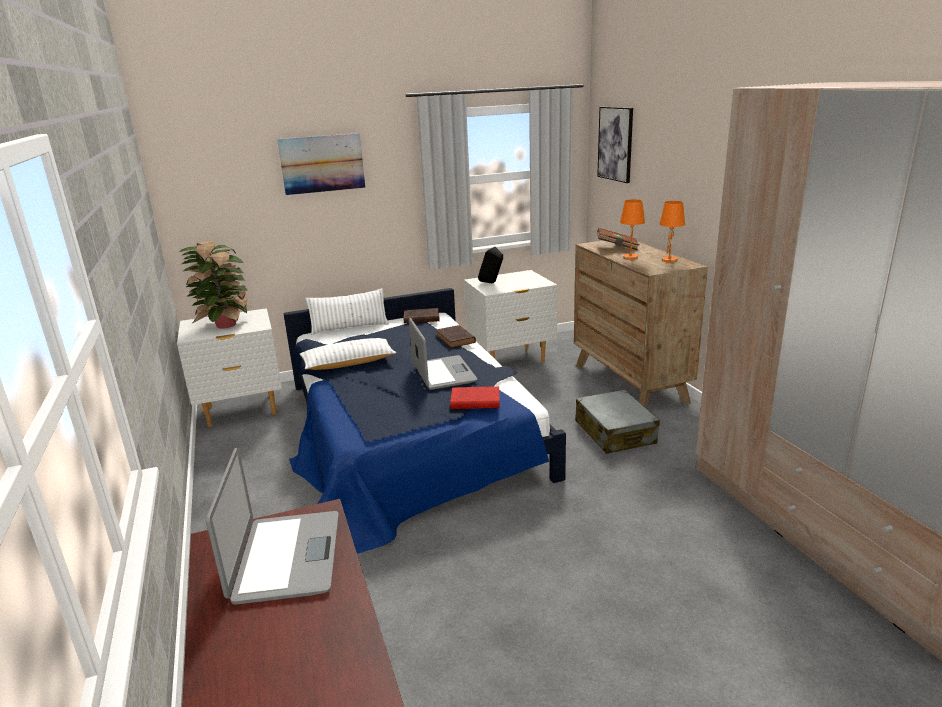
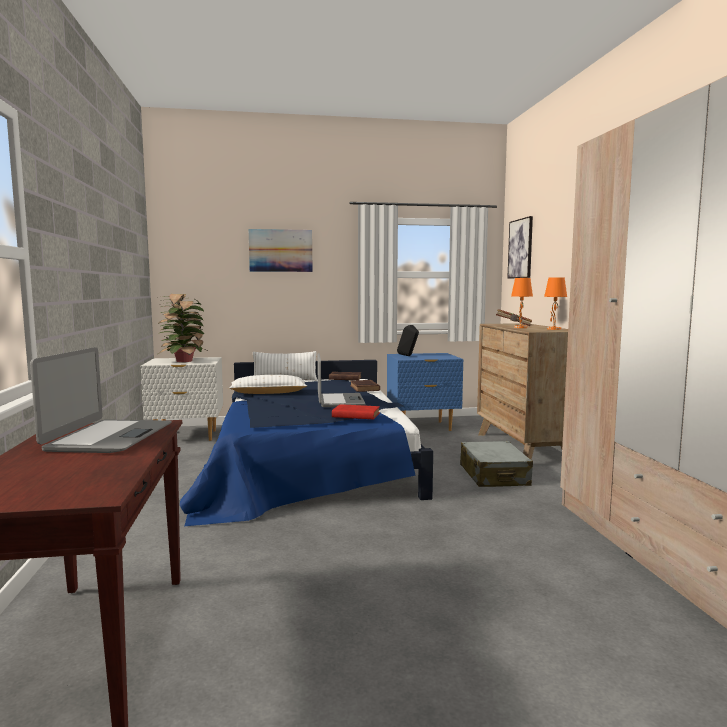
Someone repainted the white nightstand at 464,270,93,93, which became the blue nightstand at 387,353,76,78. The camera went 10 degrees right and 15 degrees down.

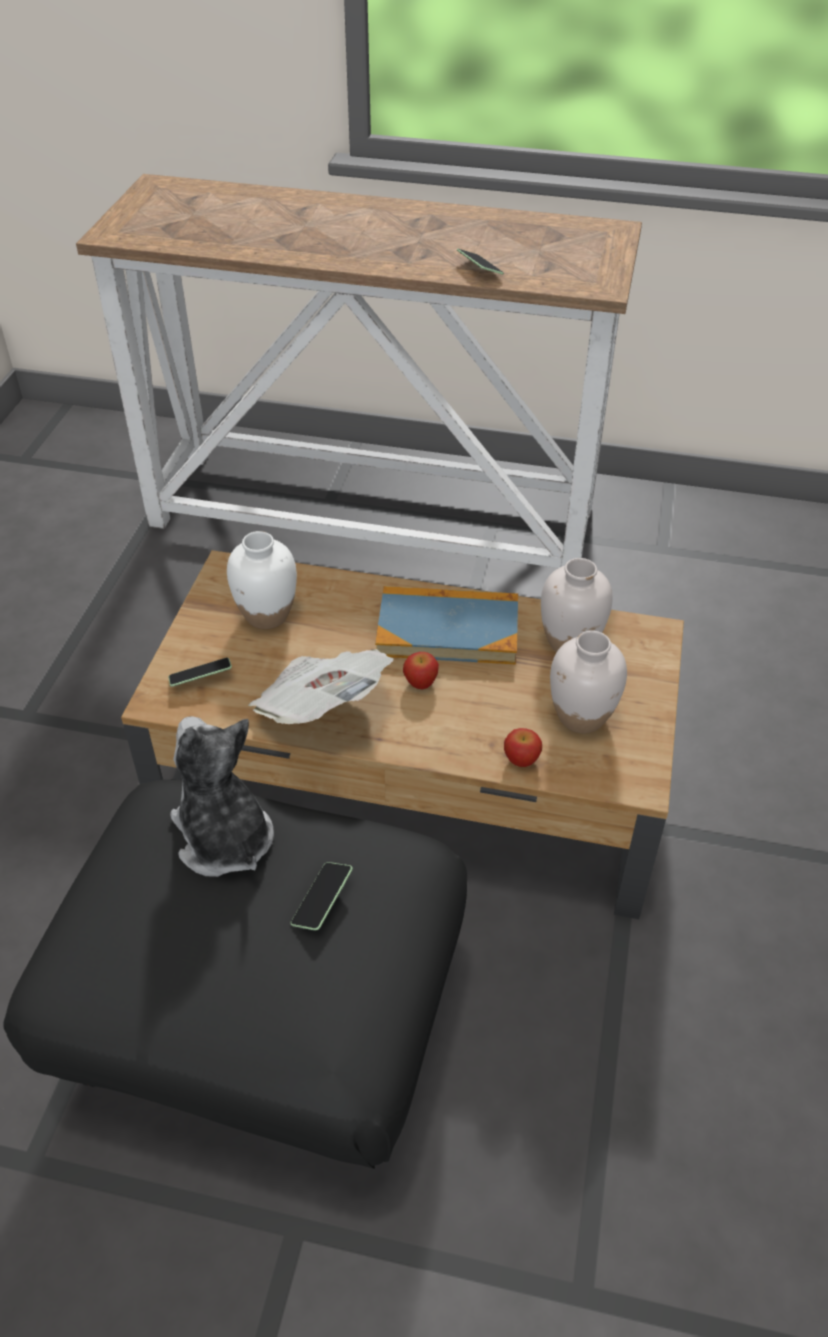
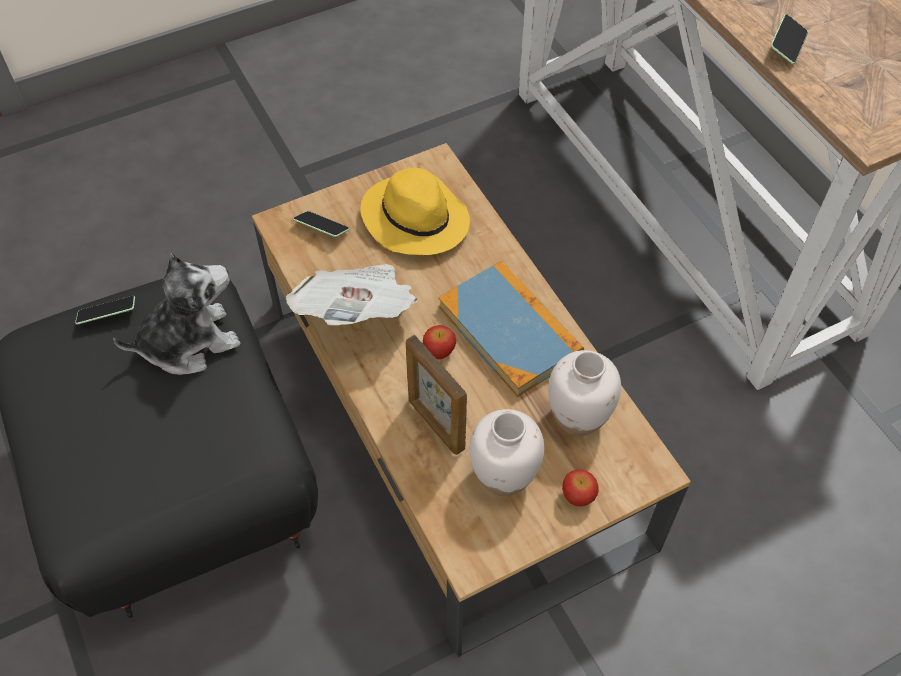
Someone carried the phone from 291,862,62,69 to 75,296,60,29. Someone rotated the plush toy at 170,716,104,161 by 45 degrees clockwise. Someone swapped the white vase at 227,531,70,98 for the yellow hat at 360,168,110,87. Someone put down the picture frame at 406,335,61,120. Someone carried the apple from 504,728,38,39 to 562,469,37,37. The camera went 50 degrees right and 10 degrees up.

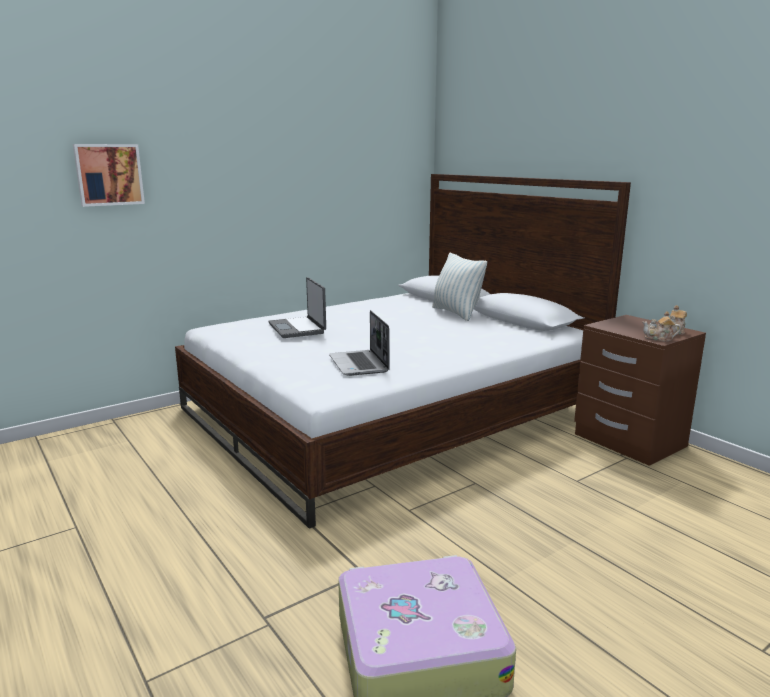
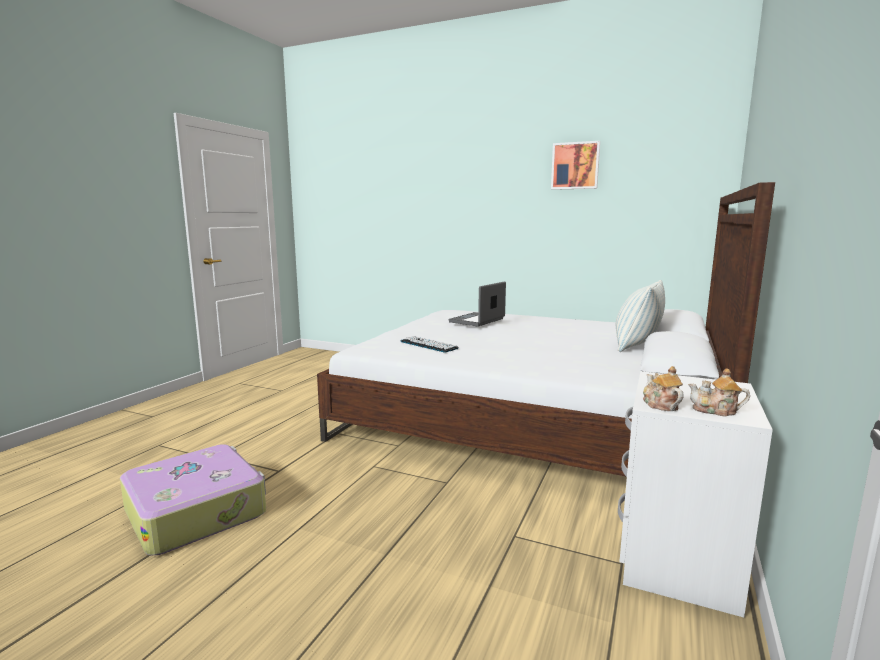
Someone swapped the laptop at 329,310,60,66 for the keyboard at 400,336,59,17. Someone carried the picture from 73,144,72,63 to 551,141,49,49. Someone repainted the brown nightstand at 574,315,132,151, which became the white nightstand at 618,371,155,246. The camera went 60 degrees right and 5 degrees down.

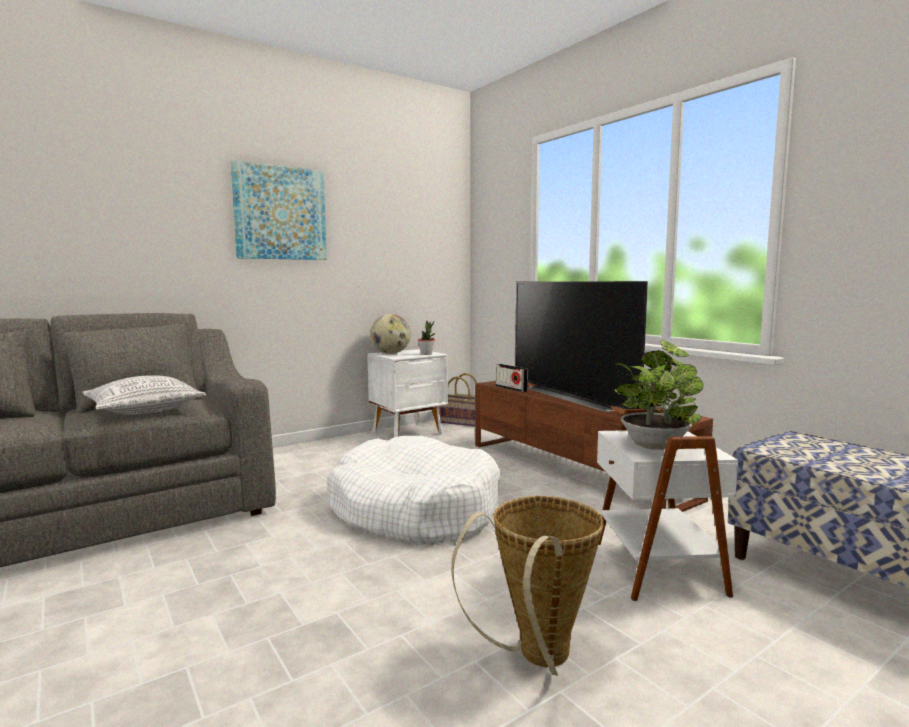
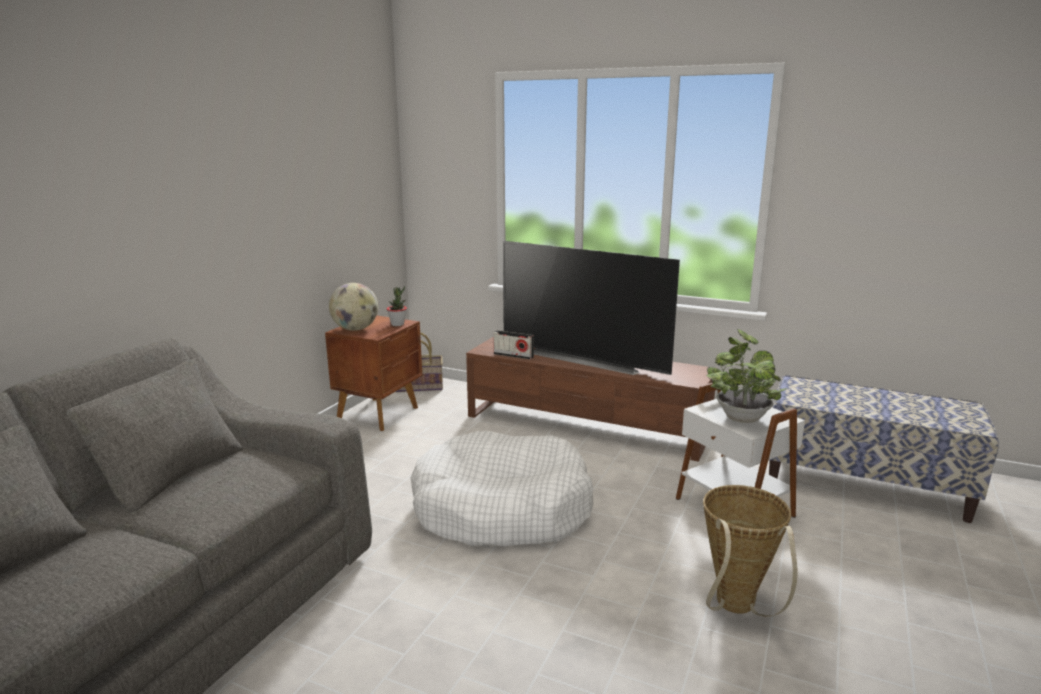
Someone repainted the white nightstand at 367,349,81,88, which became the brown nightstand at 325,316,97,115. Someone took away the pillow at 82,375,124,40. Someone took away the picture at 231,160,96,100. The camera went 30 degrees left and 10 degrees up.

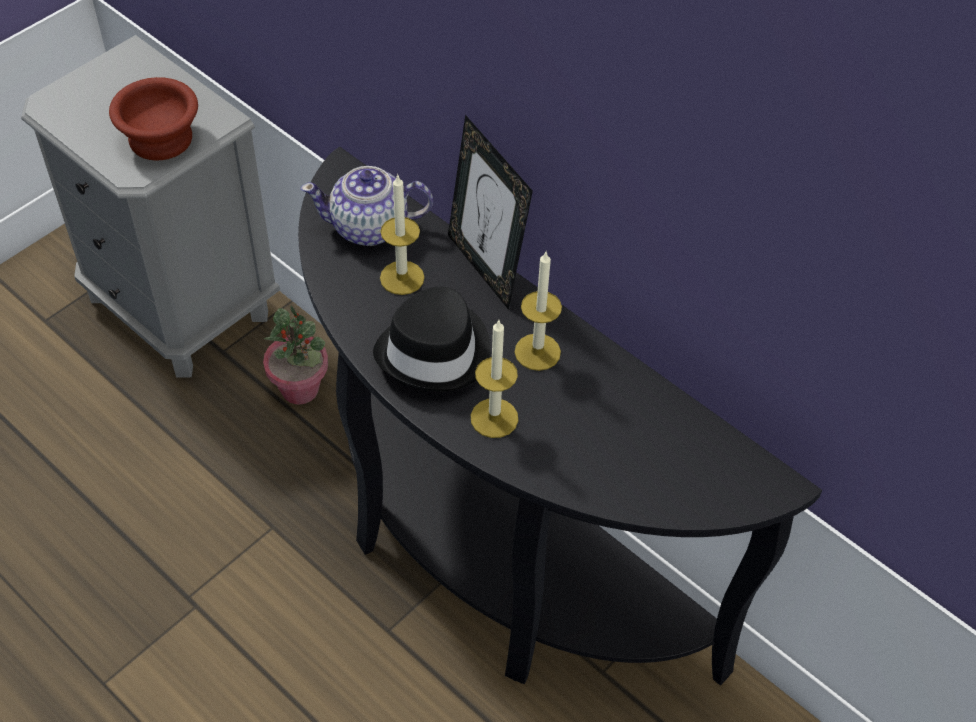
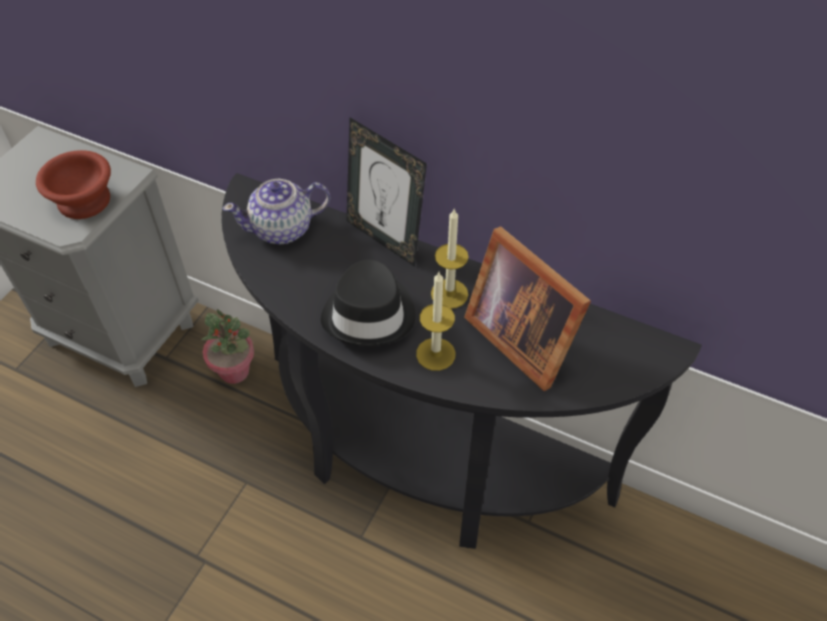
Someone put down the picture frame at 464,226,127,165. Someone took away the candle at 380,174,45,121. The camera went 15 degrees left and 0 degrees up.

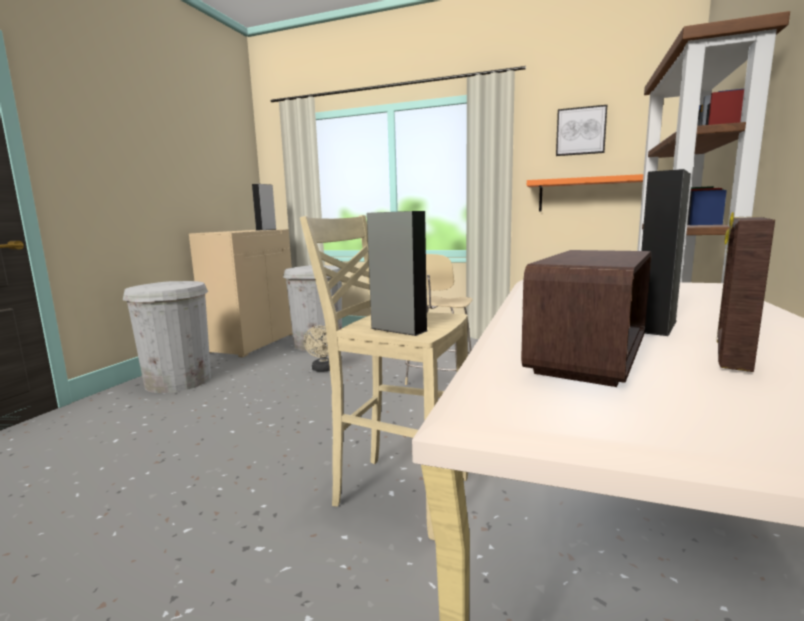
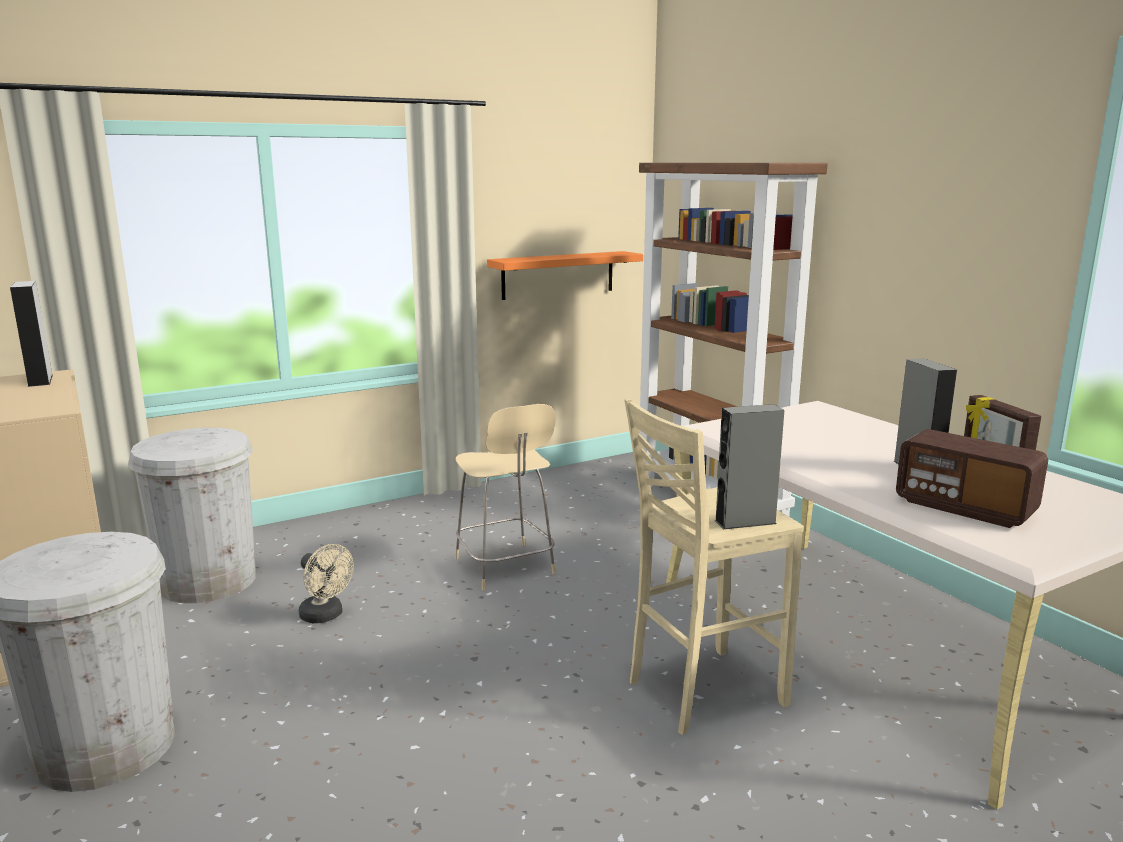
Someone rotated the radio at 521,250,130,137 by 150 degrees clockwise. Someone took away the picture at 556,105,51,51. The camera went 50 degrees left and 5 degrees up.

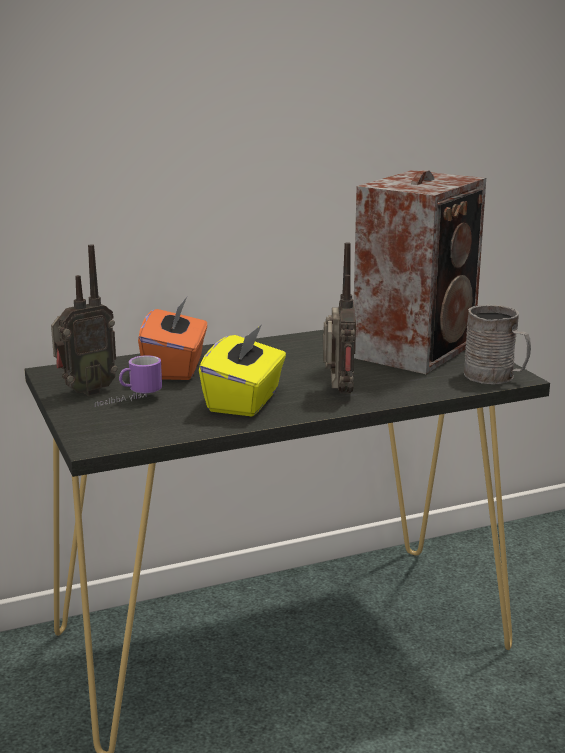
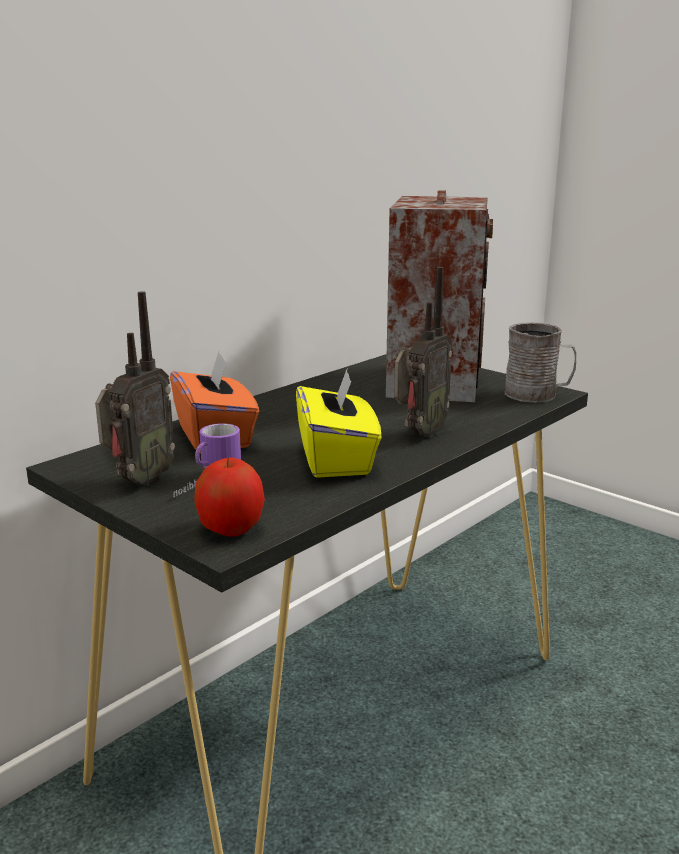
Someone put down the apple at 194,457,71,80. Someone rotated the radio at 323,242,33,151 by 60 degrees clockwise. The camera went 25 degrees left and 0 degrees up.

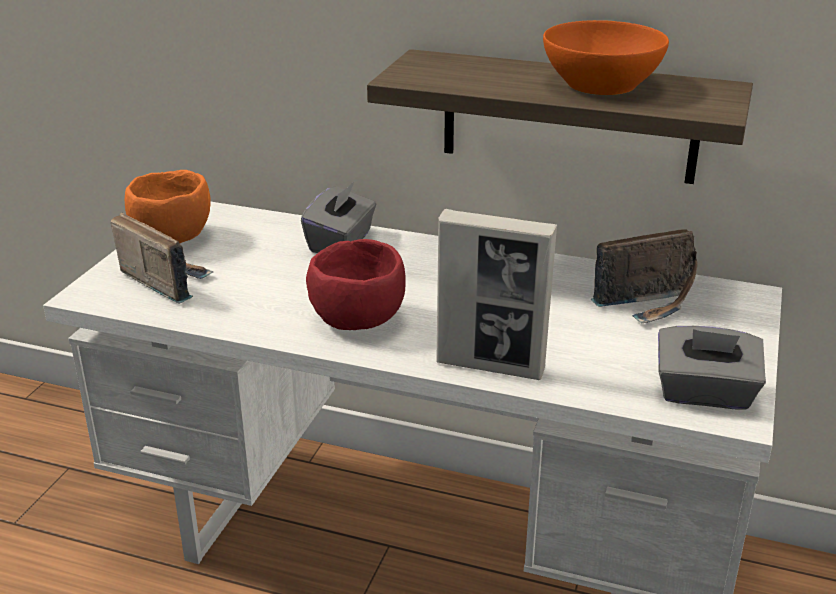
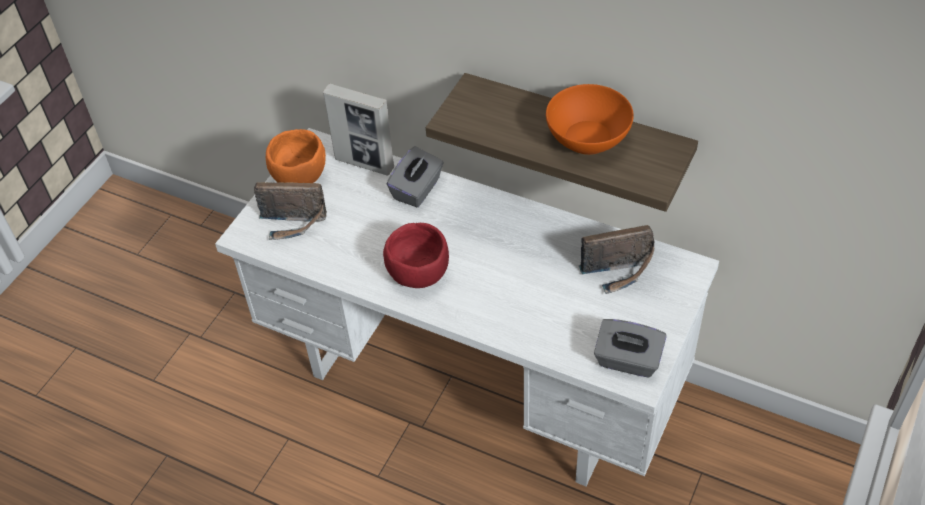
Someone rotated the radio at 110,213,103,91 by 135 degrees clockwise. Someone carried the picture frame from 436,209,121,171 to 323,83,71,93. The camera went 10 degrees right and 20 degrees up.

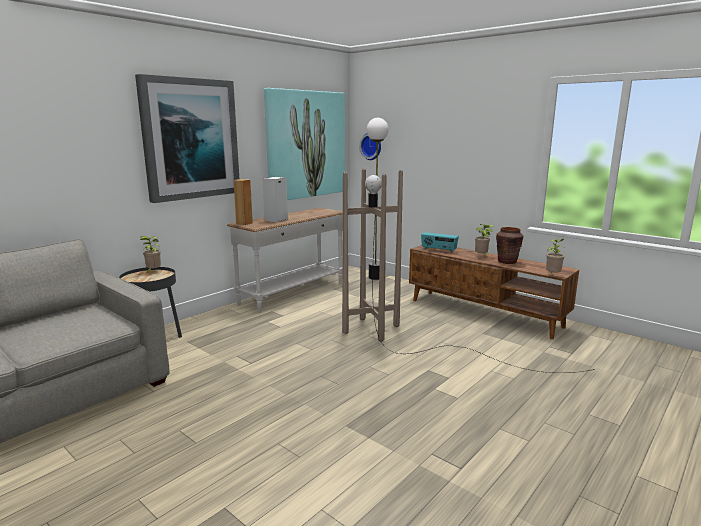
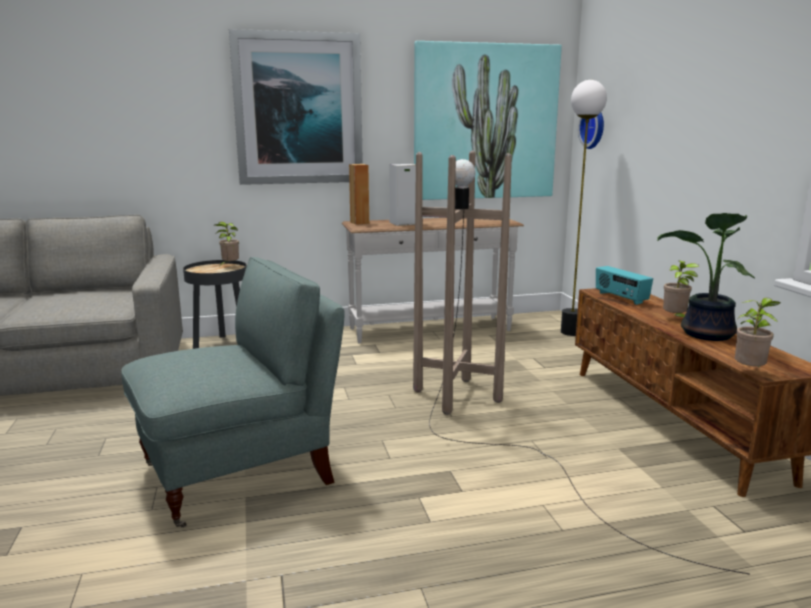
Someone put down the grey armchair at 121,257,224,271. Someone swapped the brown vase at 496,227,27,37 for the potted plant at 657,213,98,128. The camera went 35 degrees right and 0 degrees up.

